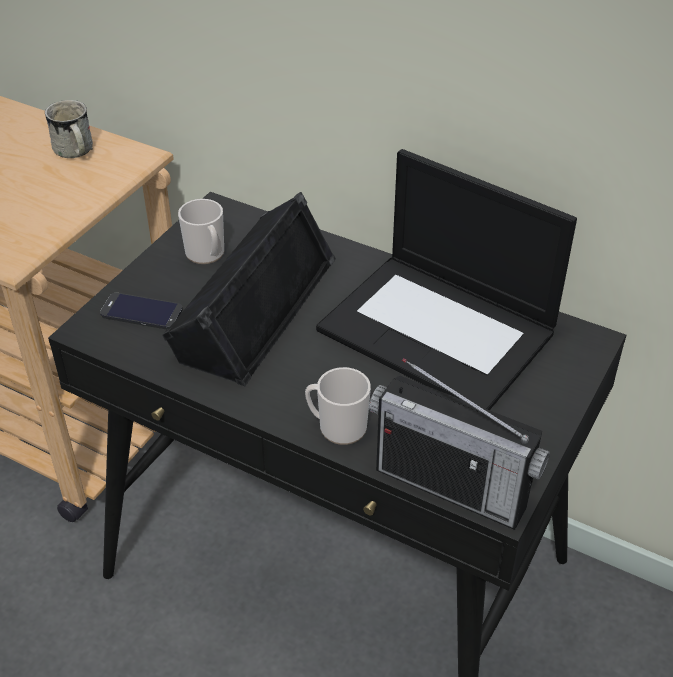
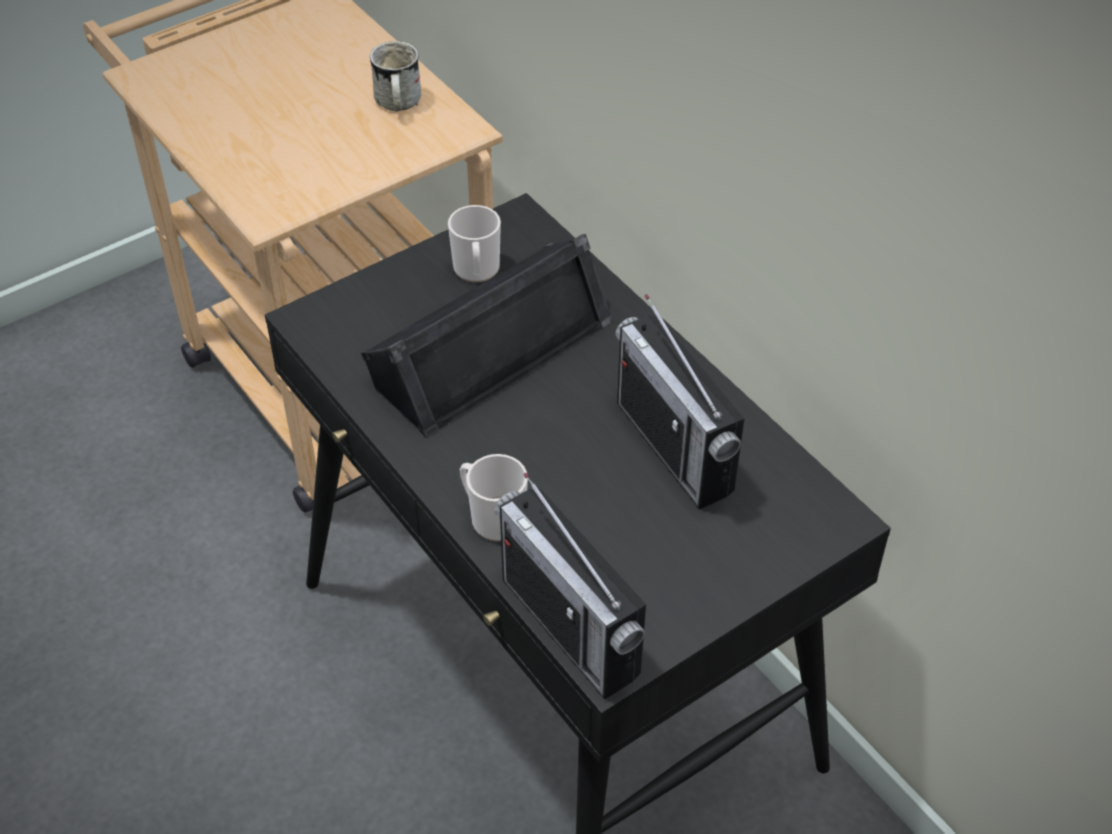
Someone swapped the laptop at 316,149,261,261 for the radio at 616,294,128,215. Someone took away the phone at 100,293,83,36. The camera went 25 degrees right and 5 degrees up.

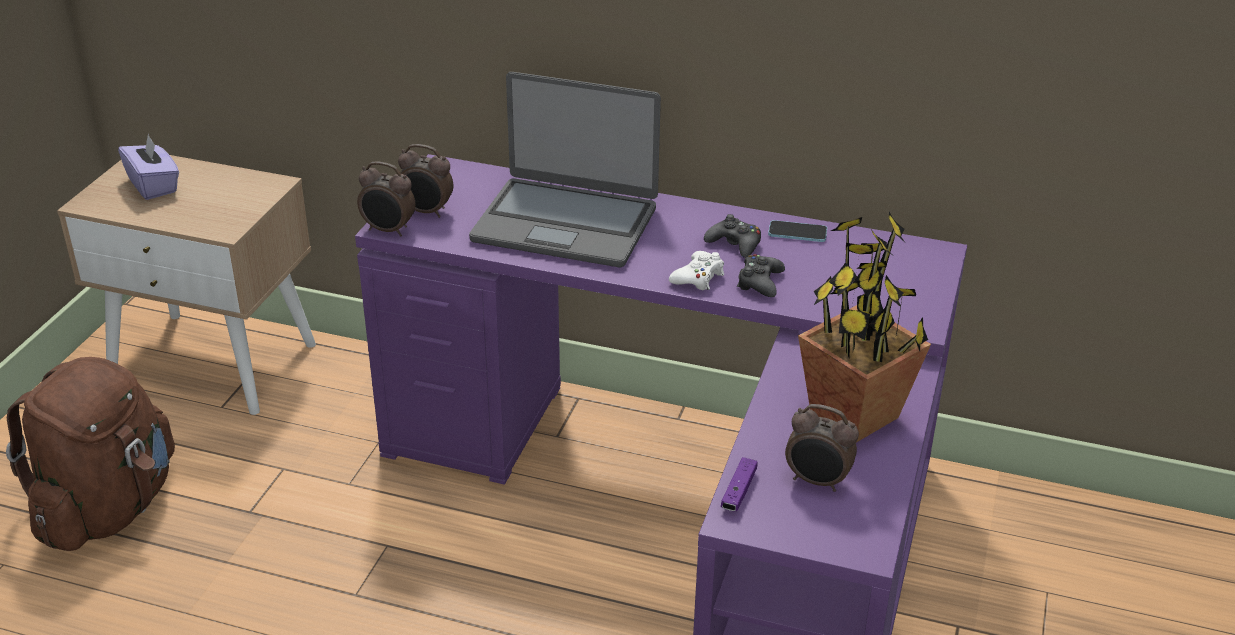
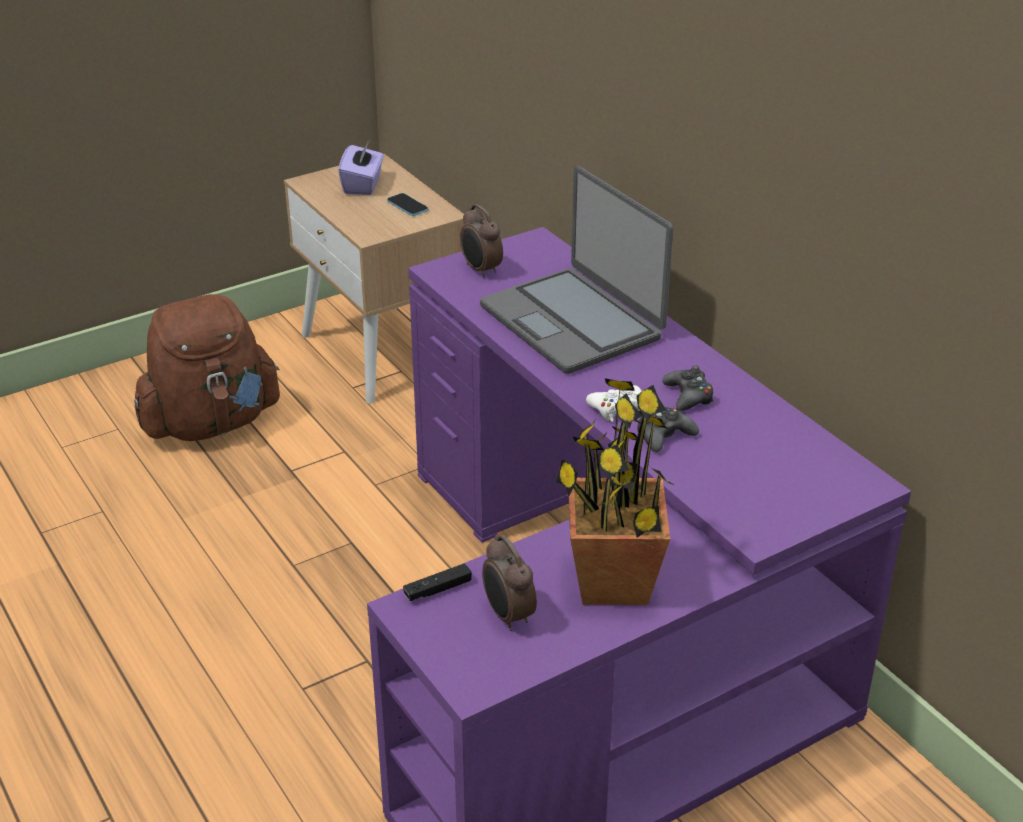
Someone carried the phone from 768,220,59,22 to 387,193,42,23. Someone repainted the purple game controller at 721,457,37,54, which became the black game controller at 403,564,69,37. Someone took away the alarm clock at 357,161,59,76. The camera went 40 degrees right and 0 degrees up.

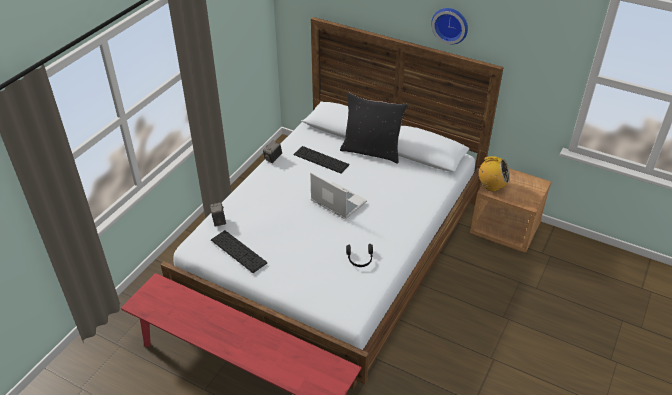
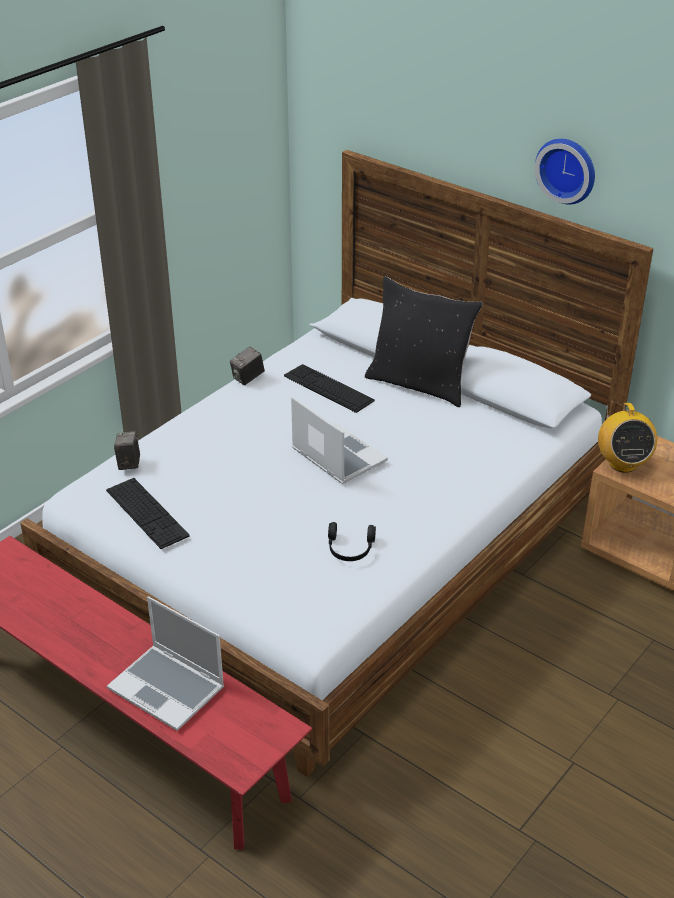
Someone put down the laptop at 107,596,117,135. Someone rotated the radio at 479,156,31,36 by 60 degrees clockwise. The camera went 10 degrees right and 5 degrees down.

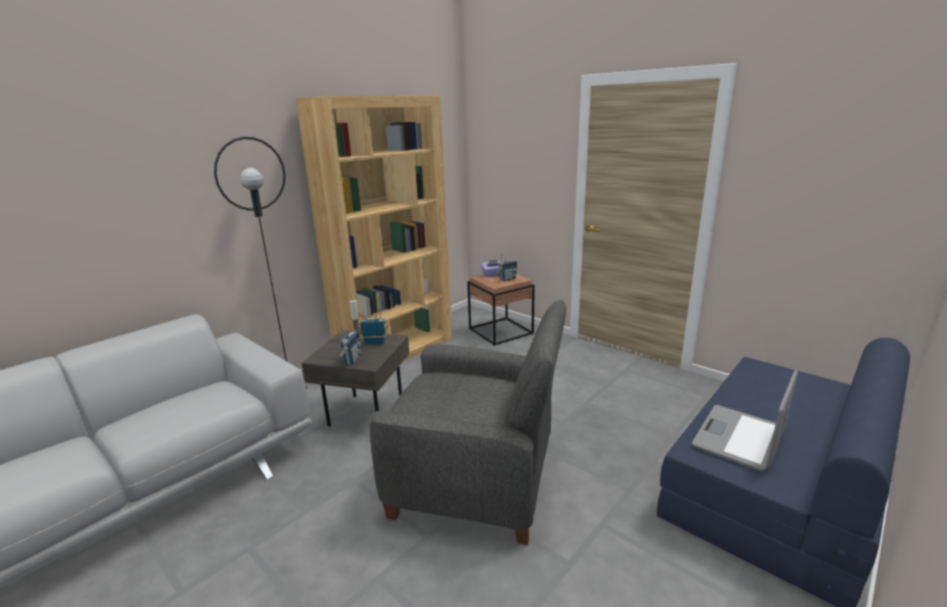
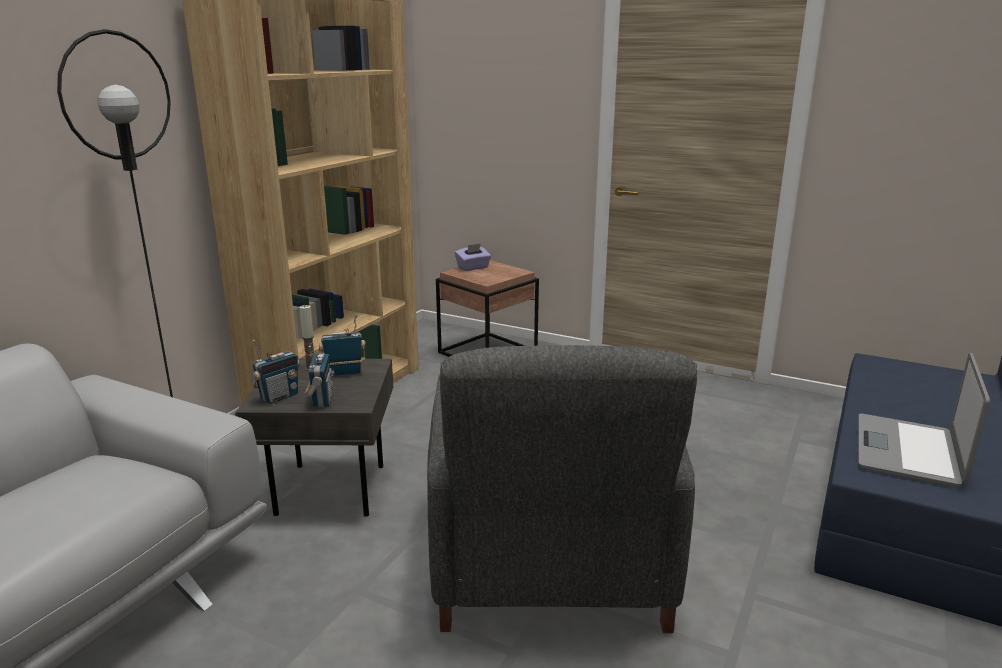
Someone carried the radio from 497,253,21,29 to 251,340,49,64. Someone rotated the grey armchair at 370,299,196,246 by 90 degrees clockwise. The camera went 15 degrees left and 0 degrees up.

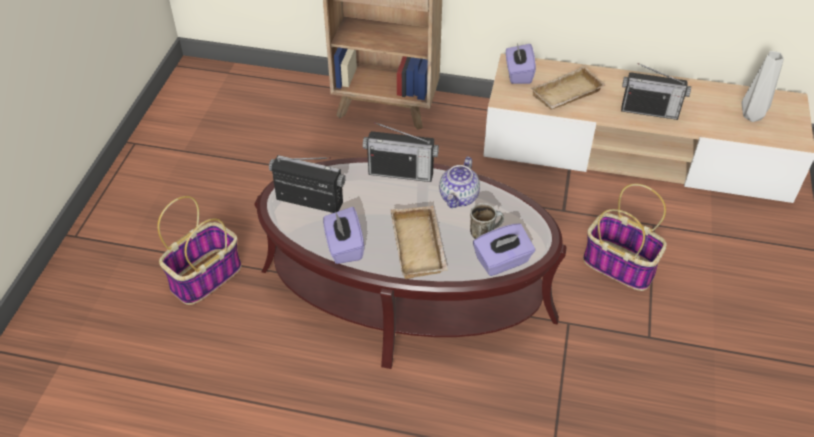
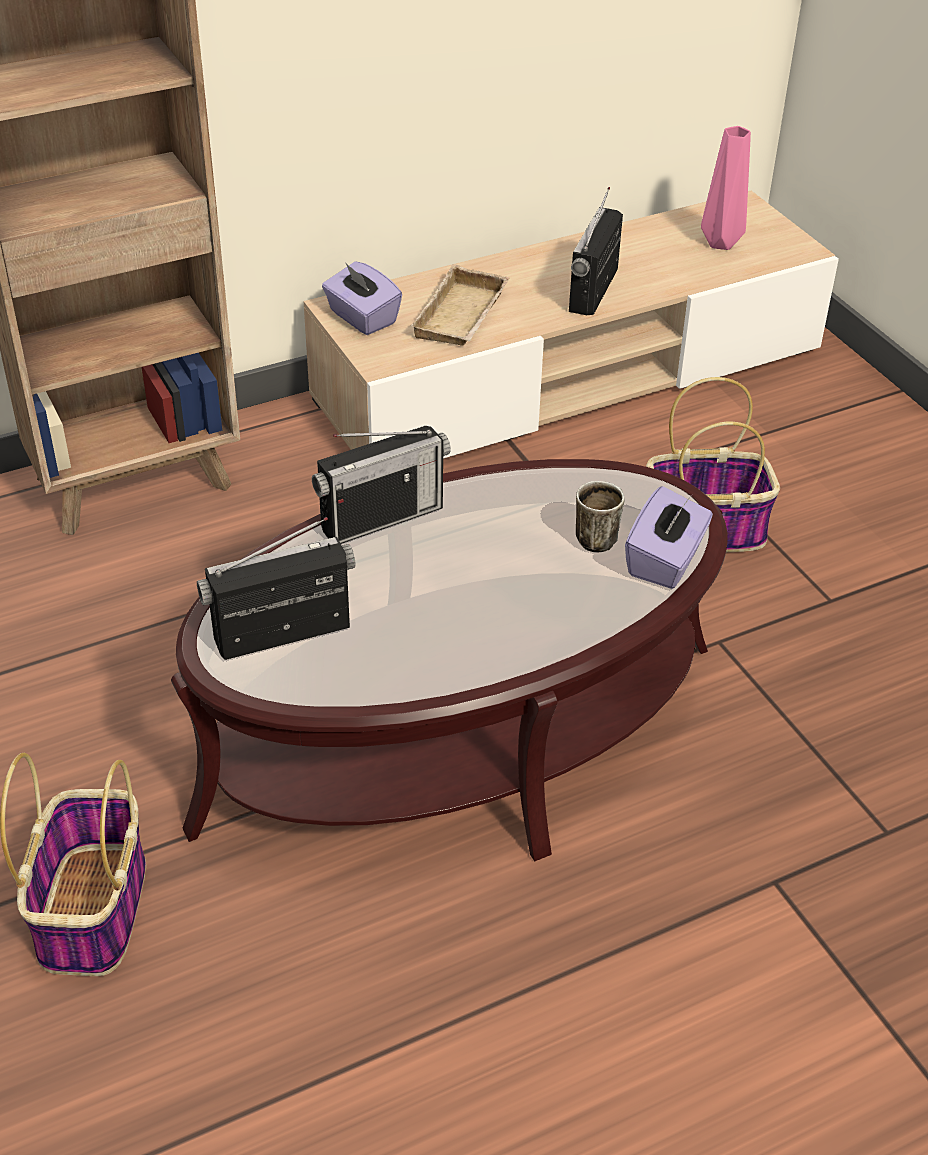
Someone rotated the radio at 621,63,70,57 by 135 degrees clockwise. Someone repainted the grey vase at 742,51,42,71, which became the pink vase at 701,126,50,124. Someone took away the purple tissue box at 323,207,41,57. Someone took away the beige tray at 391,206,57,73. Someone took away the teapot at 439,157,41,51. The camera went 40 degrees left and 5 degrees down.

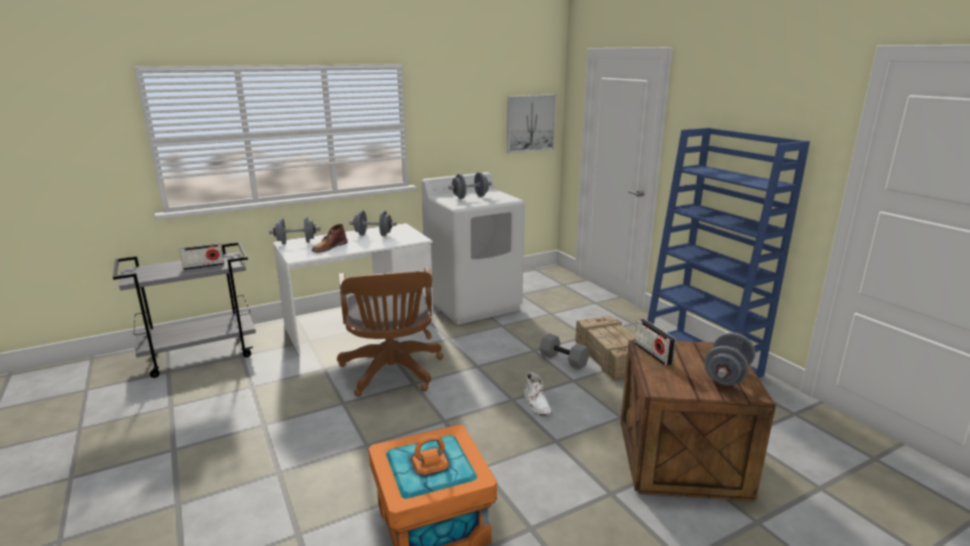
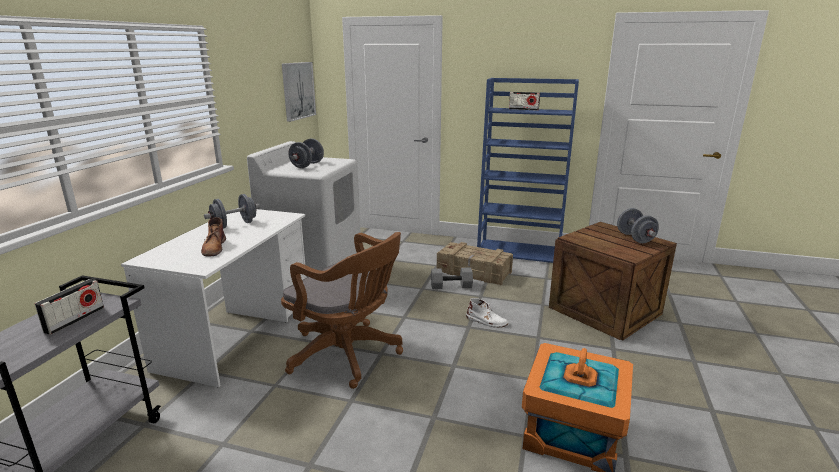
Someone carried the radio from 635,319,41,47 to 509,92,31,19. Someone took away the grey dumbbell at 269,216,51,28. The camera went 45 degrees left and 0 degrees up.

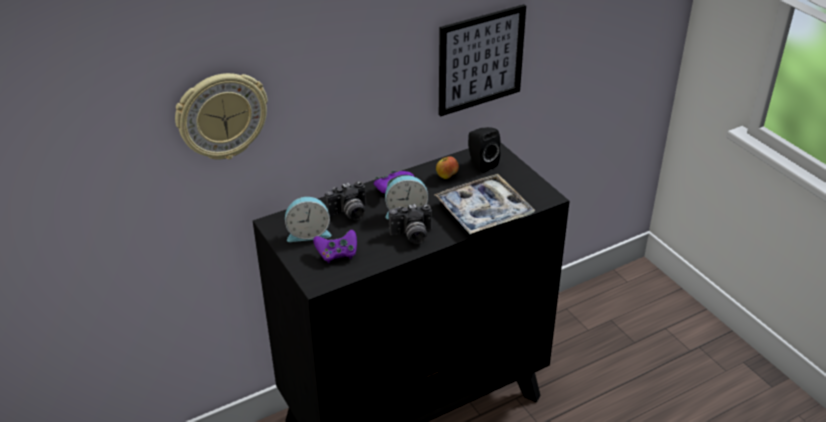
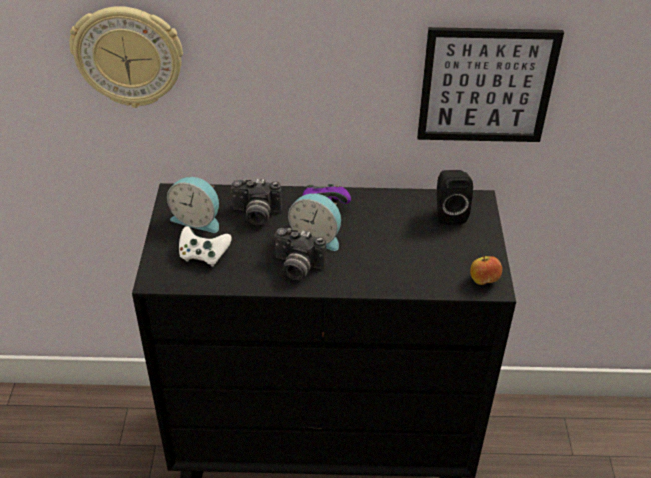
Someone repainted the purple game controller at 313,230,44,33, which became the white game controller at 179,226,53,41. Someone carried the apple from 436,156,23,23 to 470,256,32,29. Someone took away the tray at 434,174,101,60. The camera went 30 degrees right and 5 degrees up.

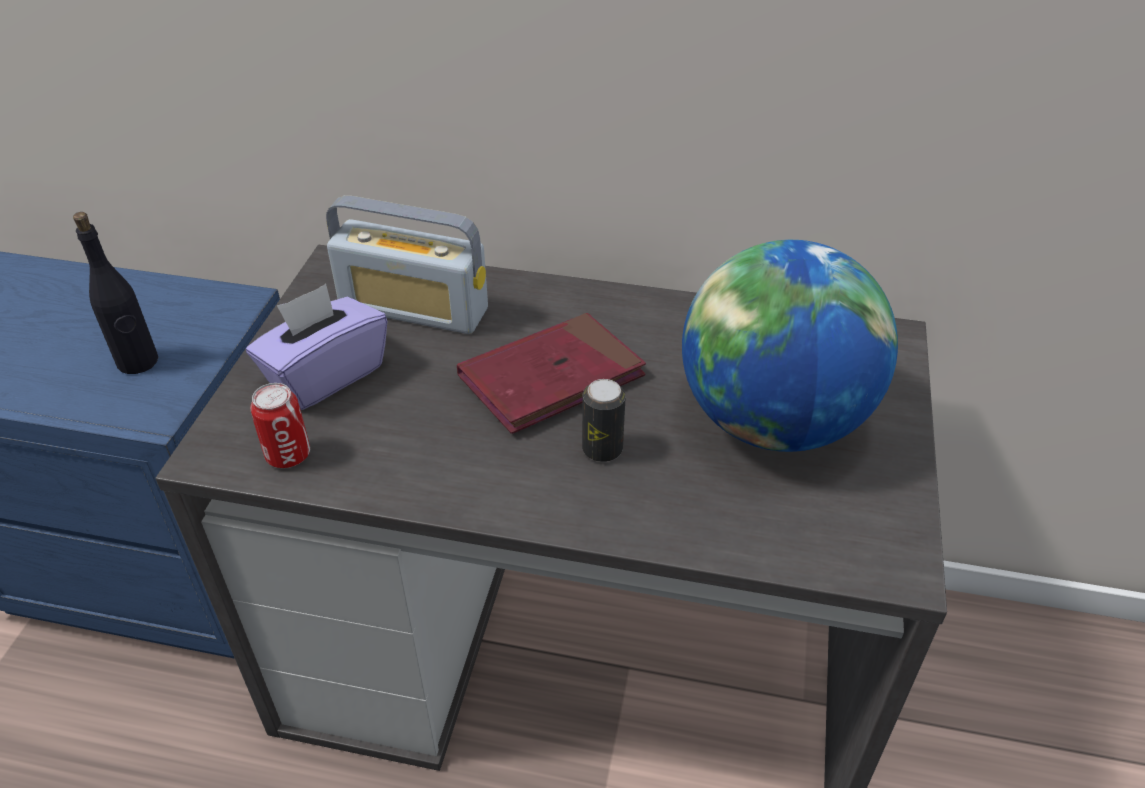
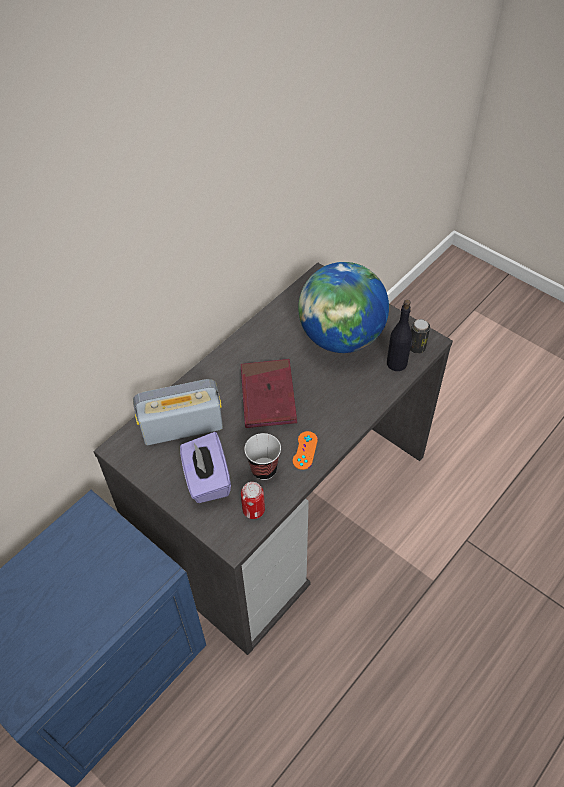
Someone rotated the radio at 326,196,162,138 by 150 degrees counterclockwise. Someone put down the cup at 244,433,37,47. Someone put down the orange game controller at 293,431,25,39. Someone carried the black bottle from 73,212,85,162 to 387,300,25,71. Someone carried the can from 582,379,44,83 to 410,319,20,35. The camera went 60 degrees left and 10 degrees up.

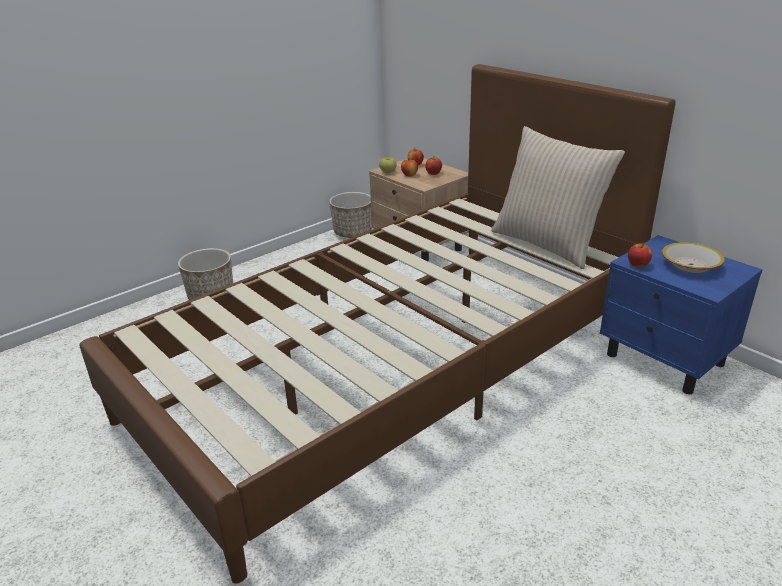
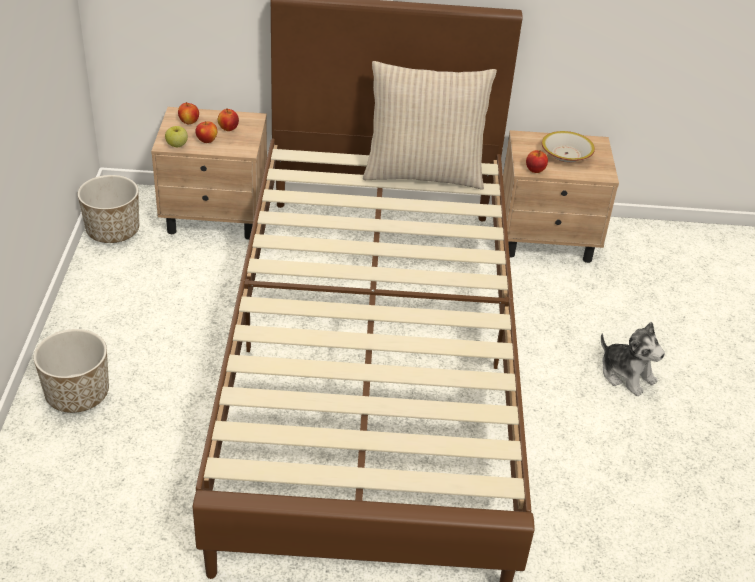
Someone repainted the blue nightstand at 600,235,163,159, which became the beige nightstand at 503,130,116,133. Someone put down the plush toy at 601,322,64,74. The camera went 50 degrees left and 10 degrees up.

